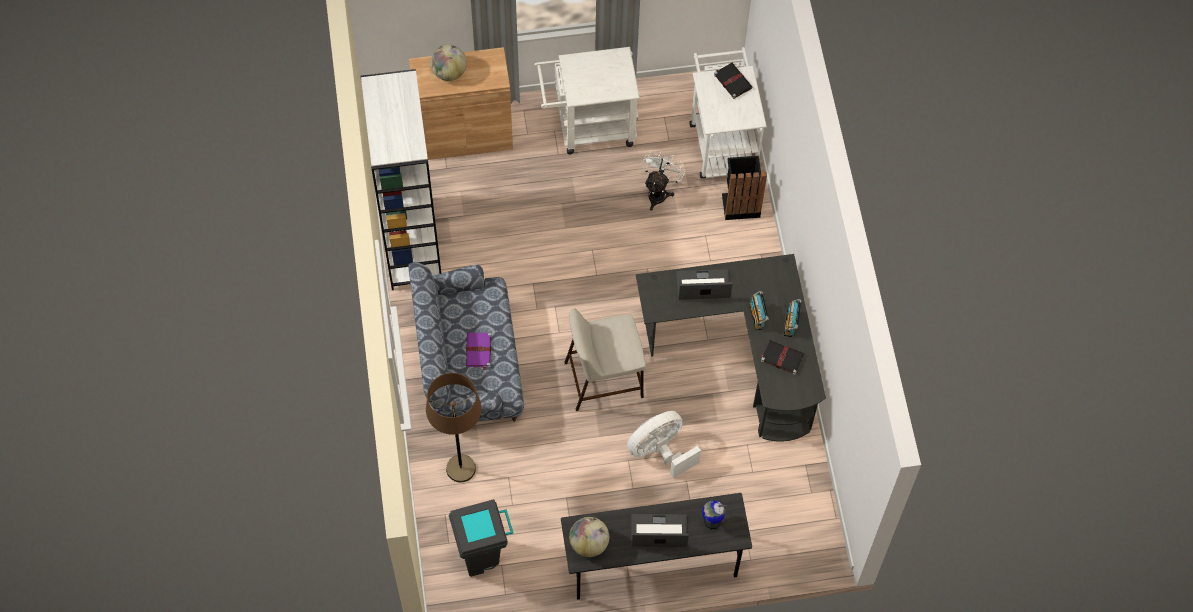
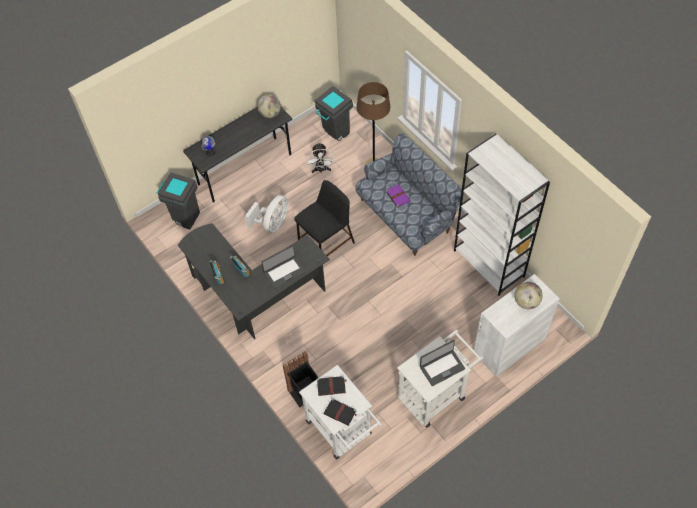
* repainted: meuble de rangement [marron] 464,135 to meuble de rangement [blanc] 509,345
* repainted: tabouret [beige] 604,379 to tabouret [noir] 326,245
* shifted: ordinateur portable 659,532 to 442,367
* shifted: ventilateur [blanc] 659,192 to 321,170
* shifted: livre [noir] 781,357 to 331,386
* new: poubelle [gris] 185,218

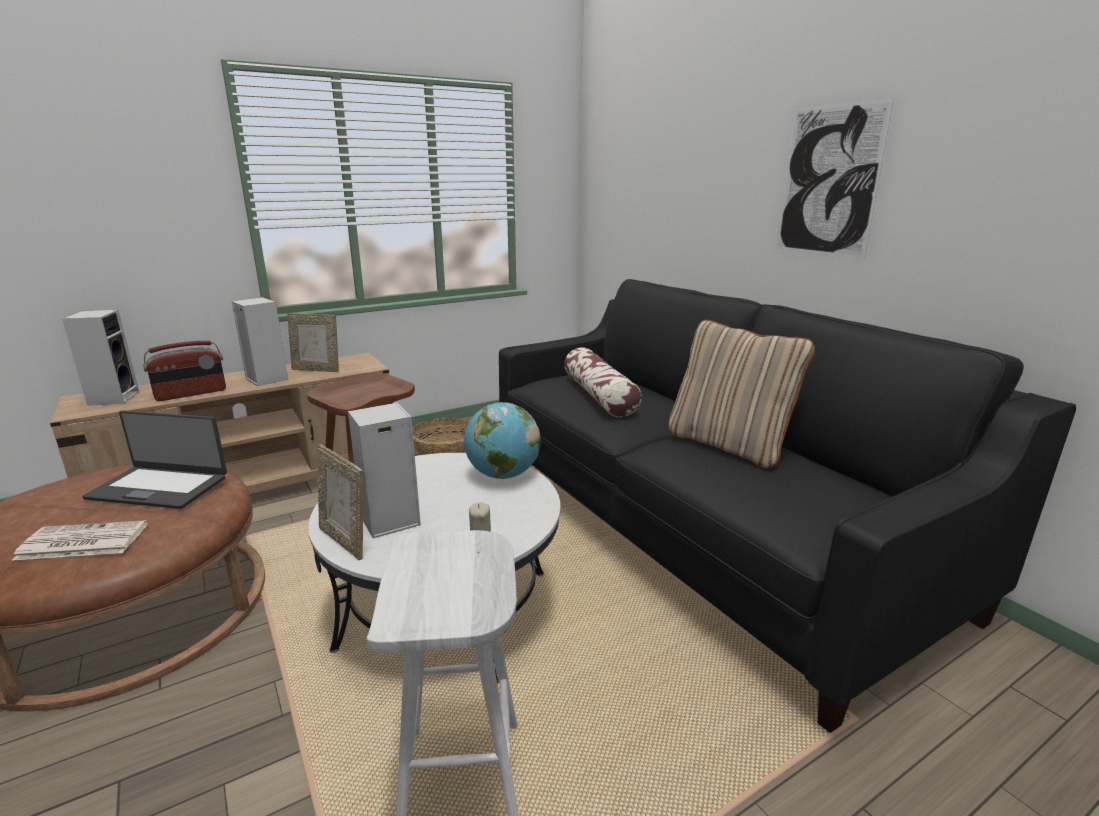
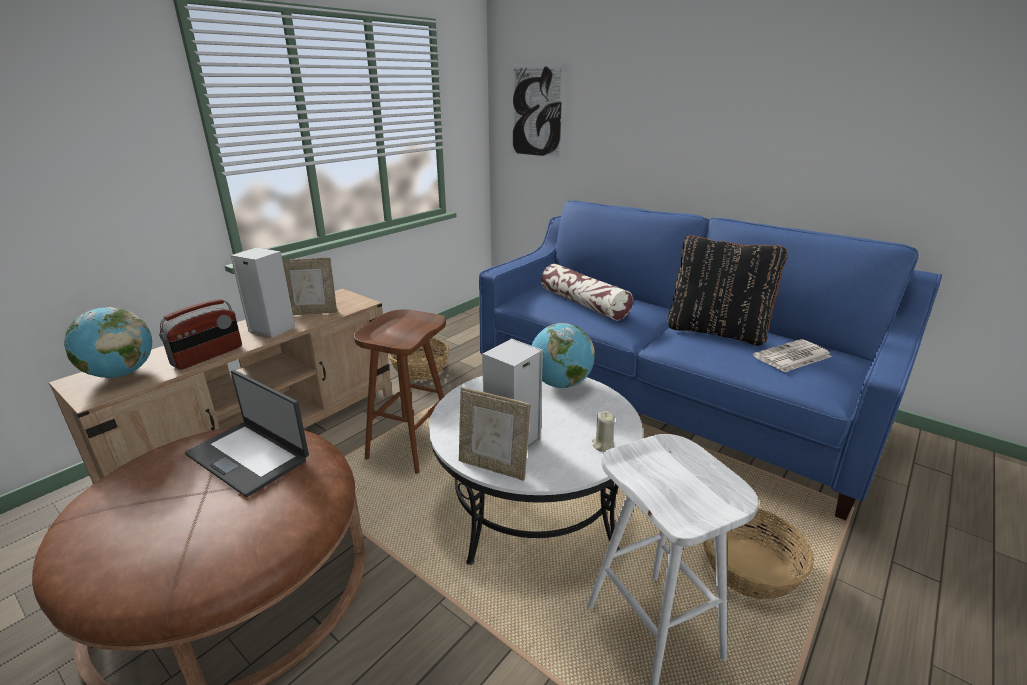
* shifted: journal 81,542 to 792,357
* swapped: enceinte 113,398 to globe 121,374
* rotated: ordinateur portable 159,487 = 249,456 45 degrees clockwise
* repainted: canapé [noir] 698,530 to canapé [bleu] 667,398
* repainted: coussin [beige] 729,445 to coussin [noir] 716,331
* shifted: tableau 828,181 to 536,112
* new: panier 749,569

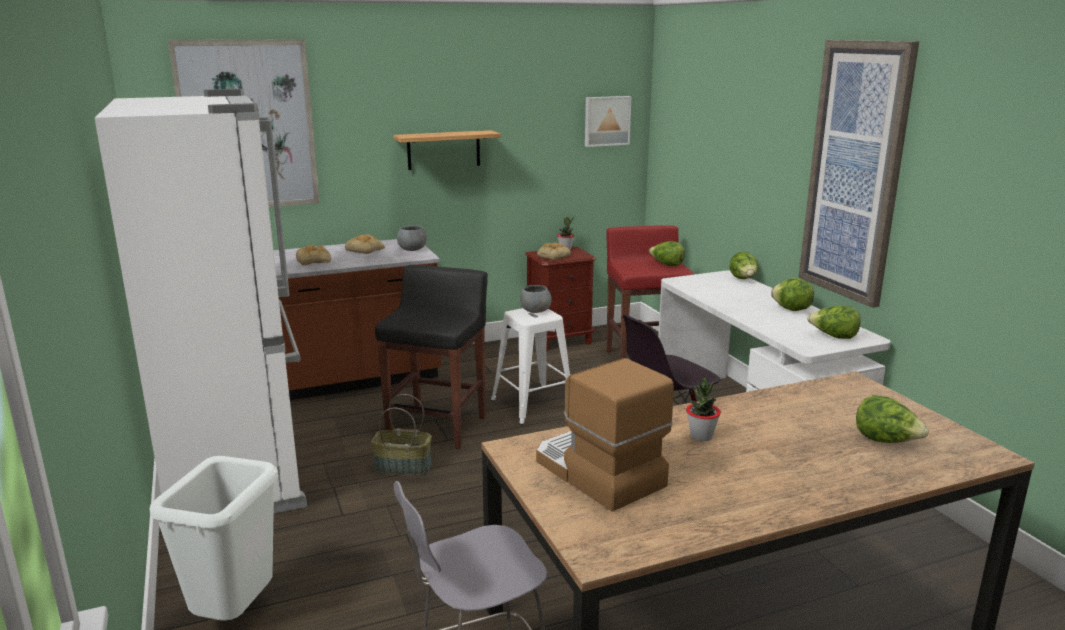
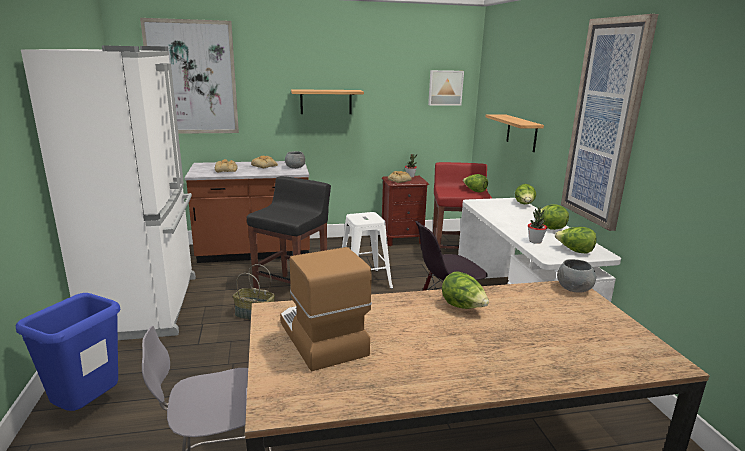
* repainted: poubelle [blanc] 236,617 to poubelle [bleu] 89,408
* shifted: bol [gris] 535,311 to 573,289
* shifted: plante en pot 701,436 to 535,241
* shifted: laitue 886,441 to 463,307
* new: étagère 521,133

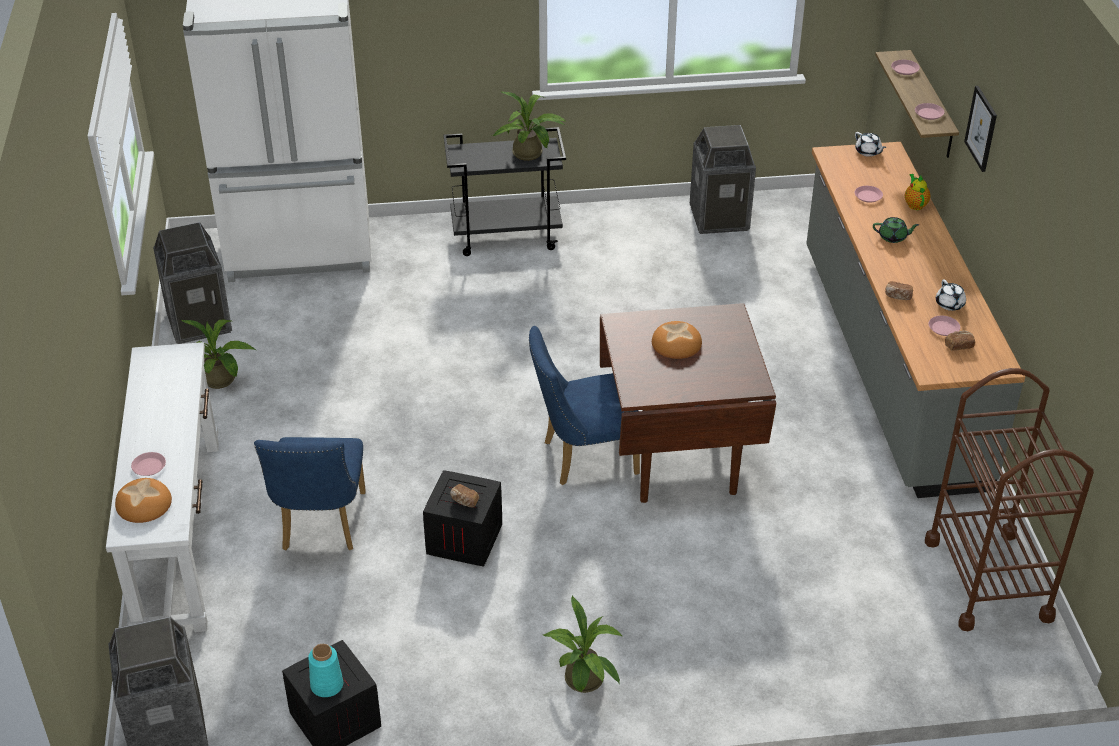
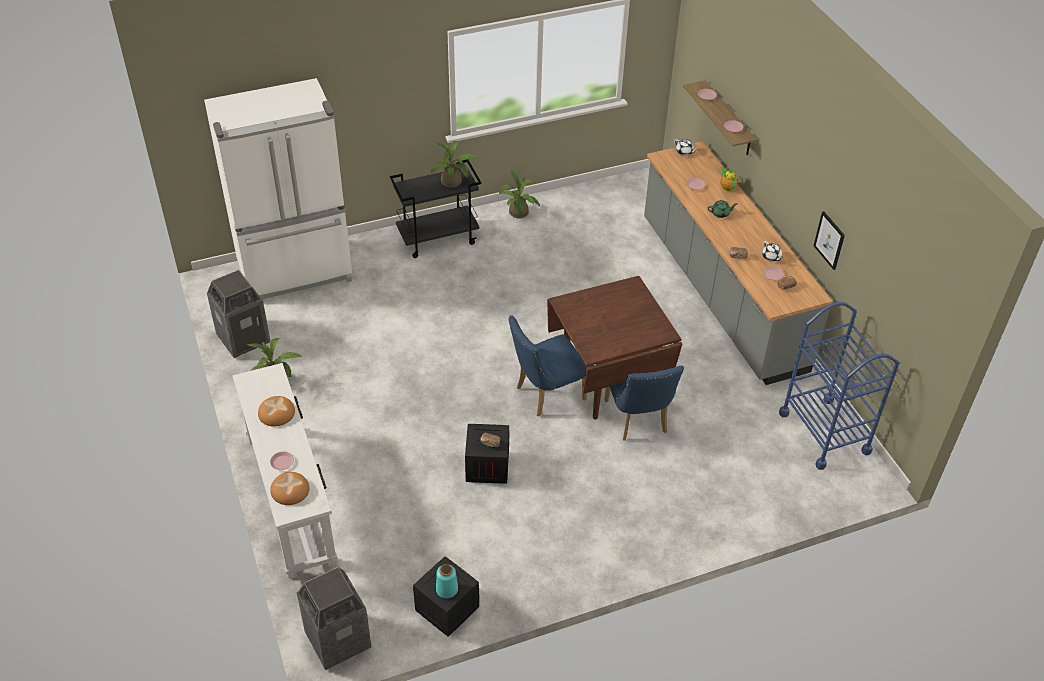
* shifted: chaise [bleu] 320,526 to 637,421
* shifted: plante en pot 584,683 to 519,214
* shifted: pain 676,344 to 276,413
* gone: poubelle 719,218
* repainted: chariot [marron] 987,579 to chariot [bleu] 824,432
* shifted: tableau 981,128 to 829,240

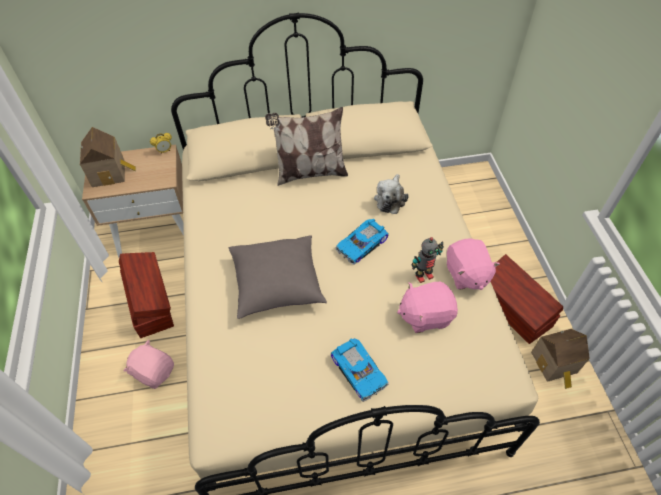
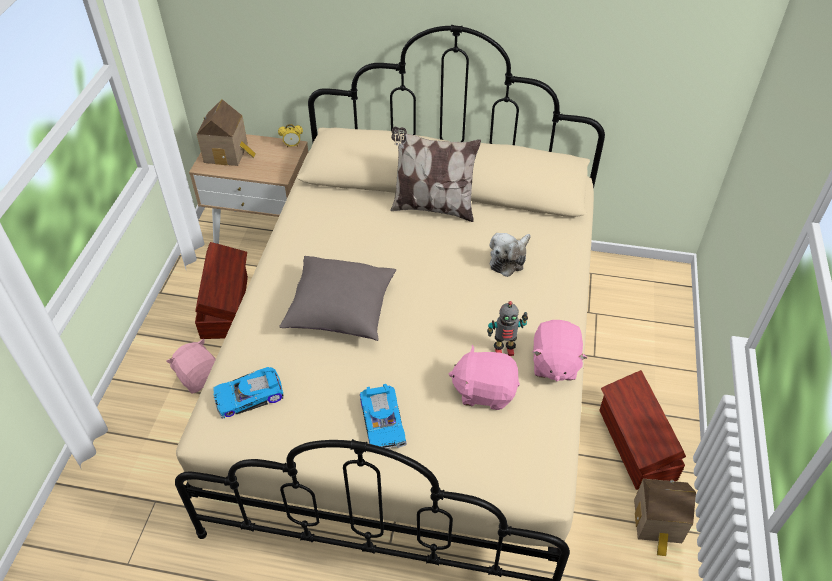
* shifted: petite voiture 362,245 to 249,397

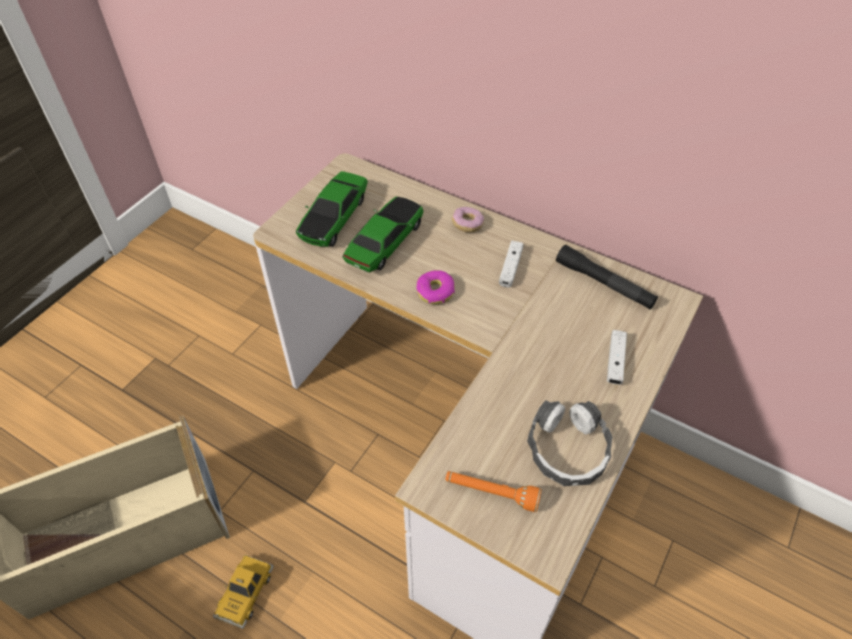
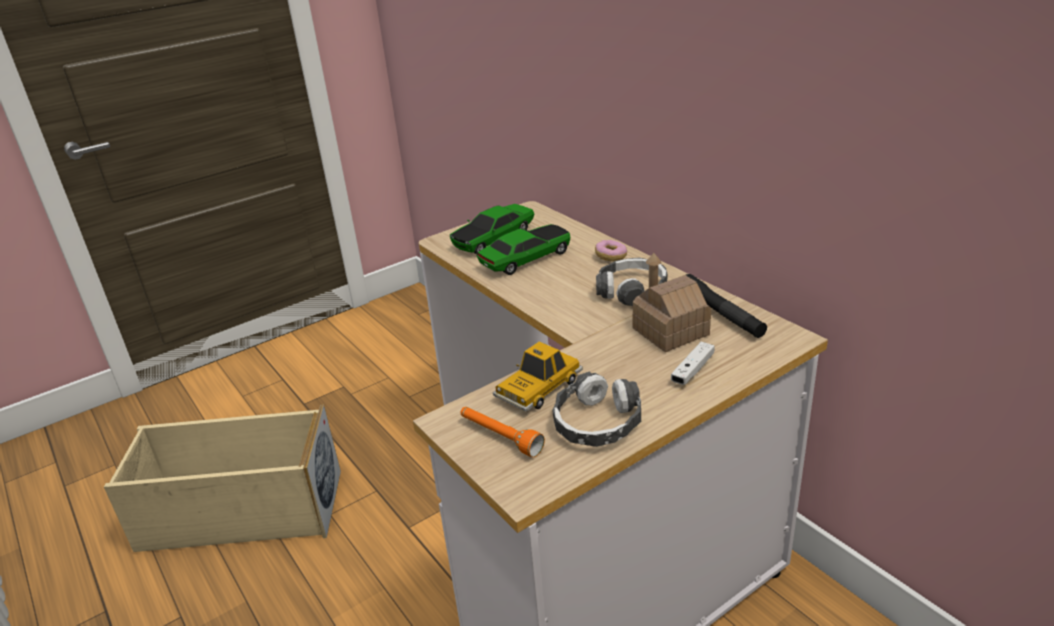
* shifted: petite voiture 245,593 to 539,388
* gone: beignet 435,292
* swapped: manette [blanc] 510,268 to casque audio 632,290
* new: maison miniature 670,331

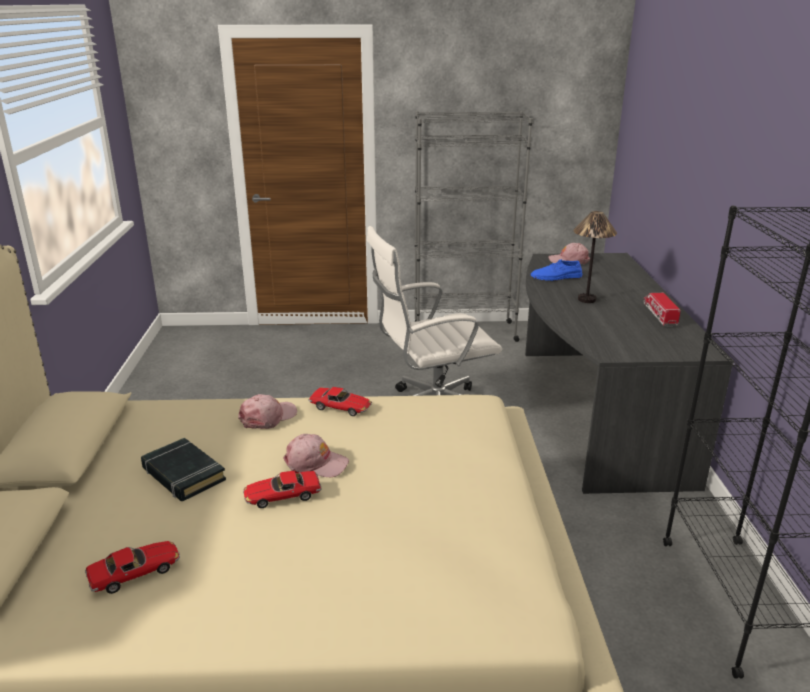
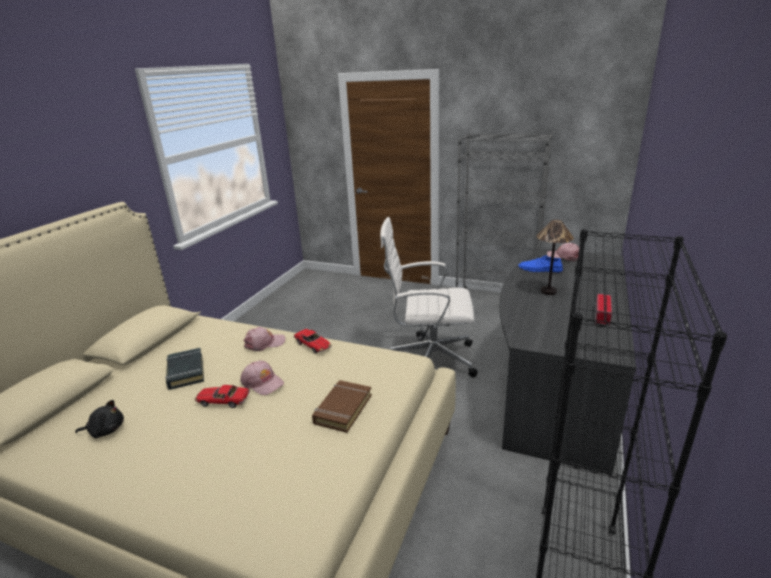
* swapped: petite voiture 135,573 to peluche [noir] 106,430
* new: livre [marron] 342,409

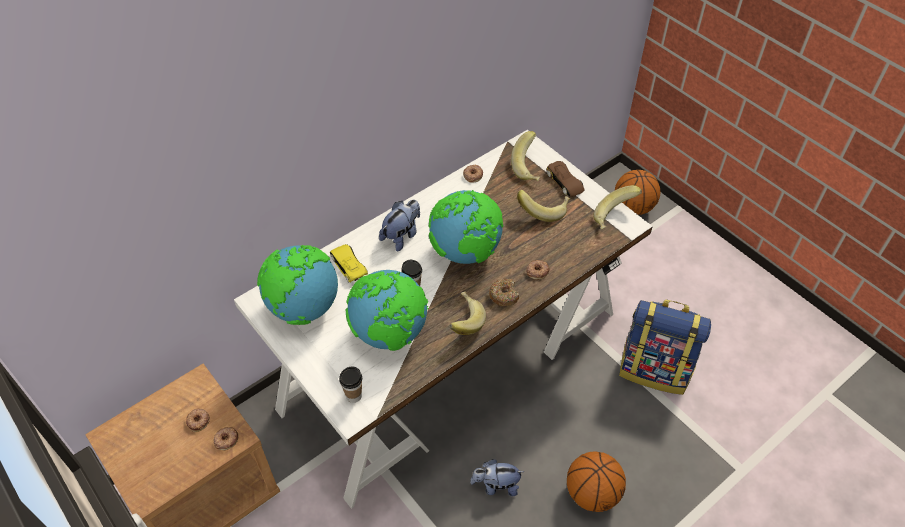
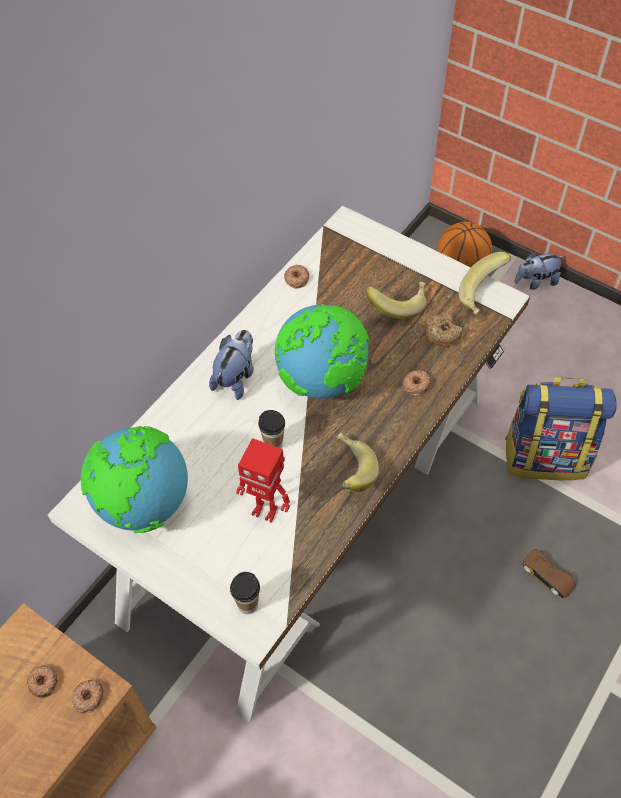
* gone: petite voiture [jaune] 348,265
* swapped: globe 390,333 to robot jouet 265,510
* shifted: peluche 496,486 to 535,282
* shifted: beignet 504,295 to 443,334
* gone: banane 529,167
* shifted: petite voiture [marron] 564,182 to 548,575
* gone: ballon de basket 592,494

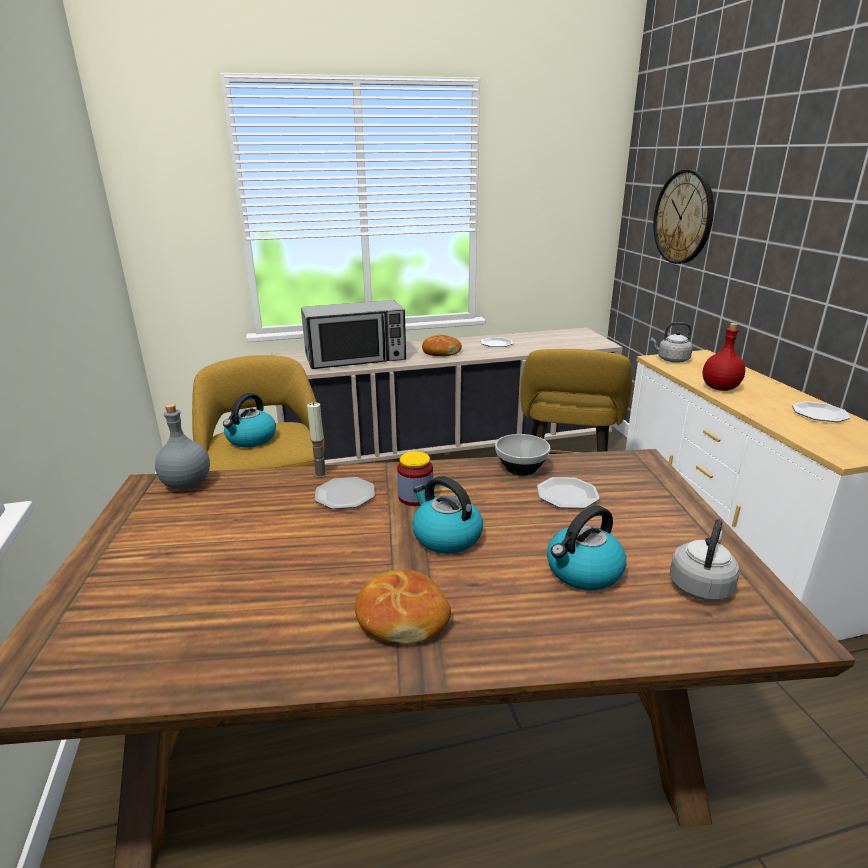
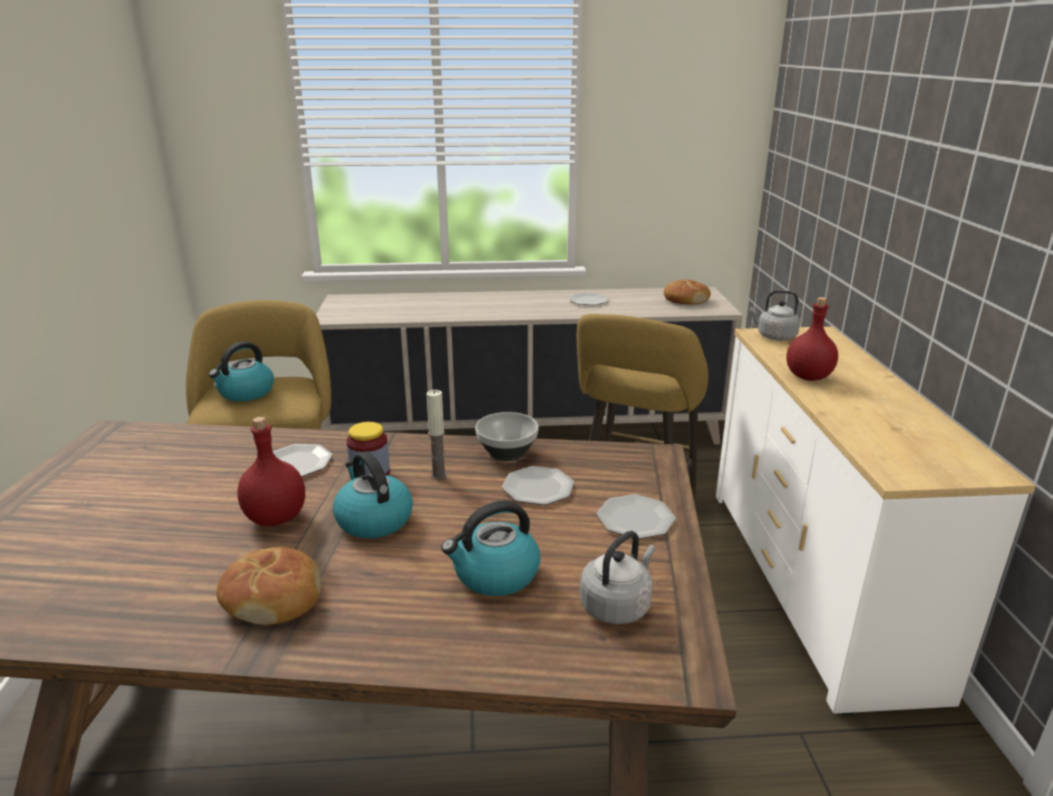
* gone: bouteille [gris] 186,484
* gone: micro-ondes 356,359
* shifted: bougie 320,474 to 439,475
* shifted: pain 441,352 to 685,300
* gone: horloge murale 683,217
* shifted: assiette 820,414 to 636,519
* new: bouteille [rouge] 274,518

